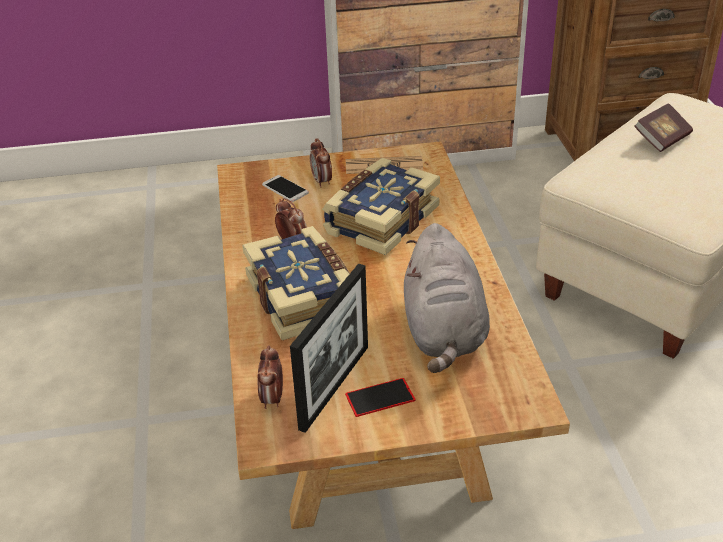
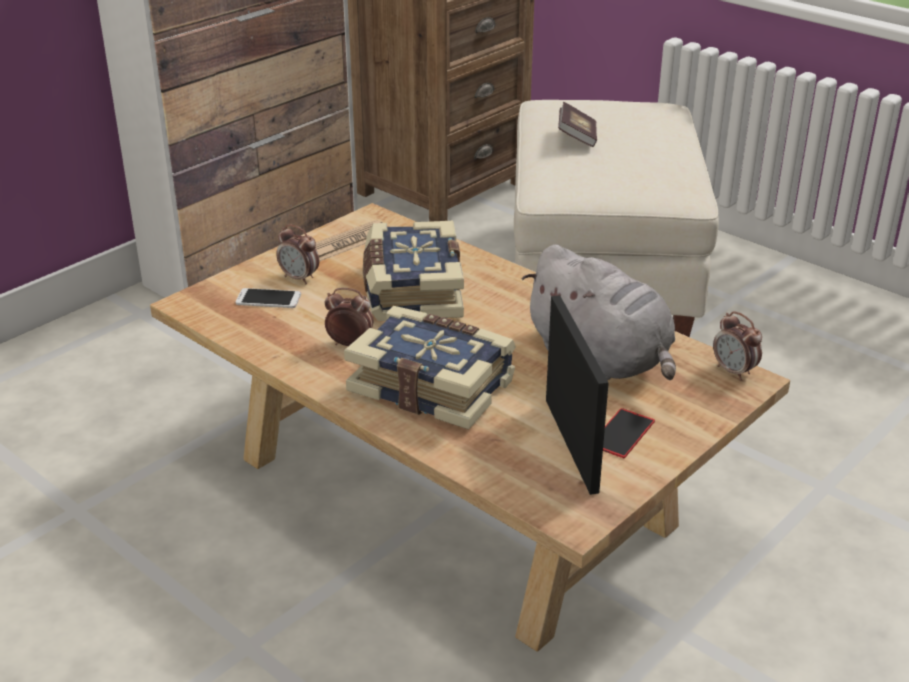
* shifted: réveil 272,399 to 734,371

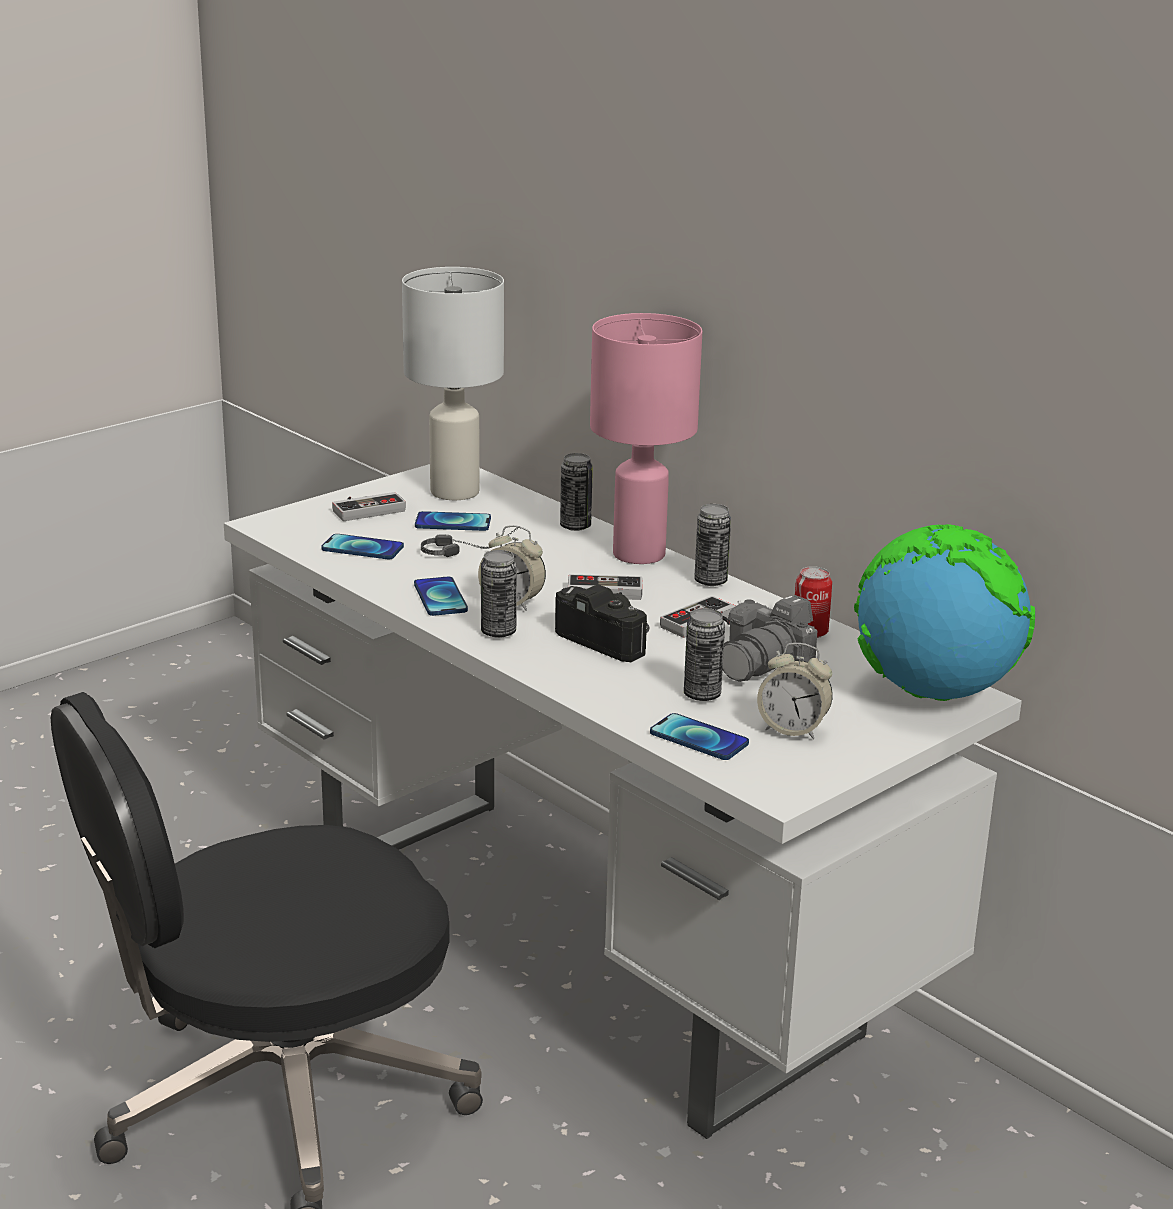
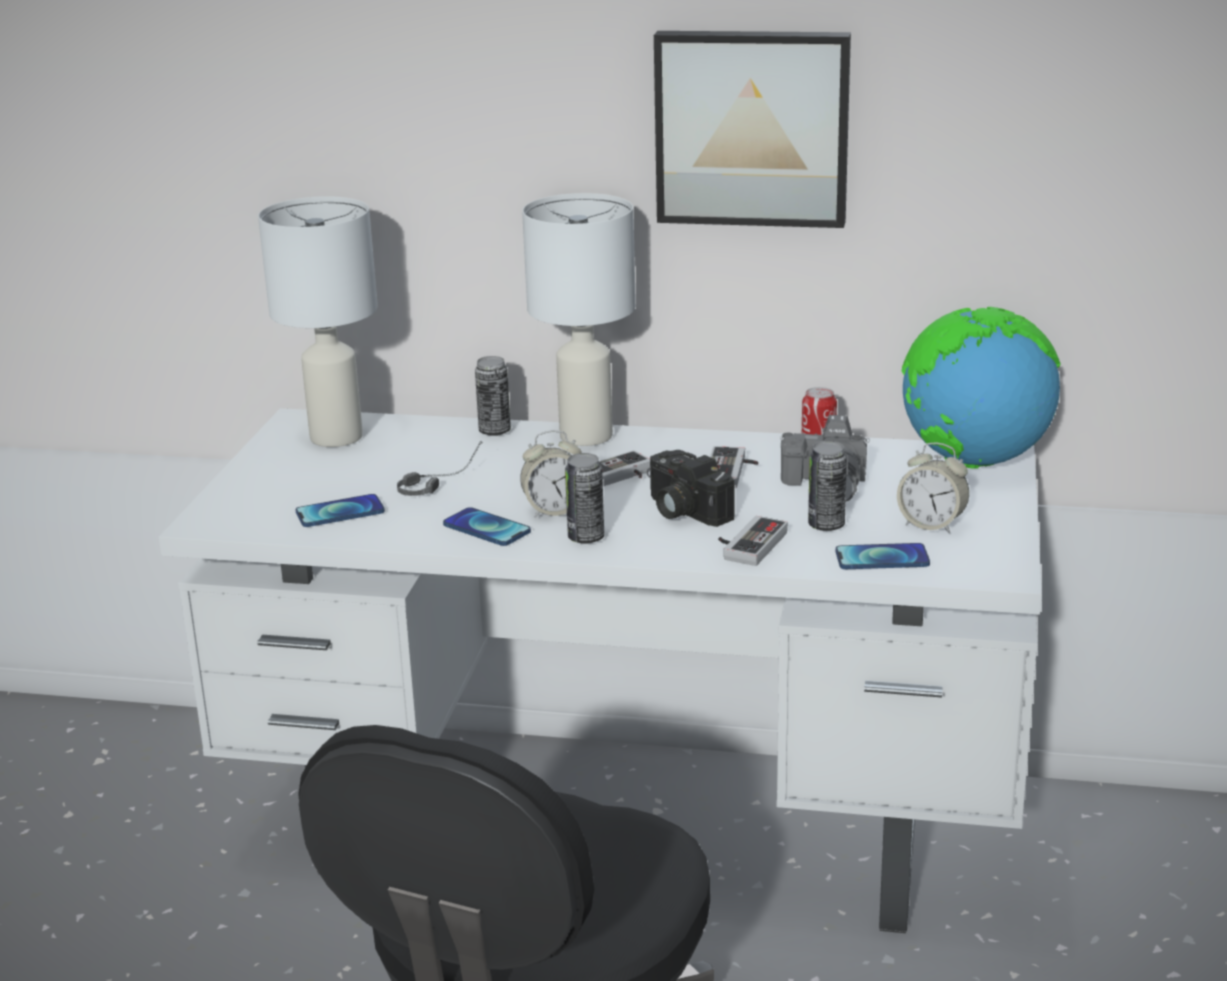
* shifted: manette 366,509 to 748,544
* gone: téléphone 453,523
* rotated: appareil photo 608,639 = 682,510 135 degrees counterclockwise
* repainted: lampe de table [rose] 637,553 to lampe de table [blanc] 584,436
* gone: boîte métallique 710,581
* rotated: réveil 792,729 = 931,525 45 degrees clockwise
* new: tableau 752,127

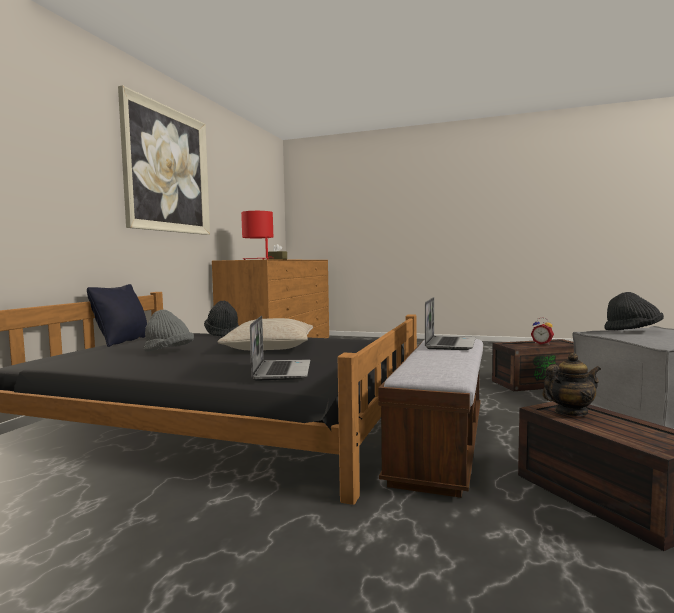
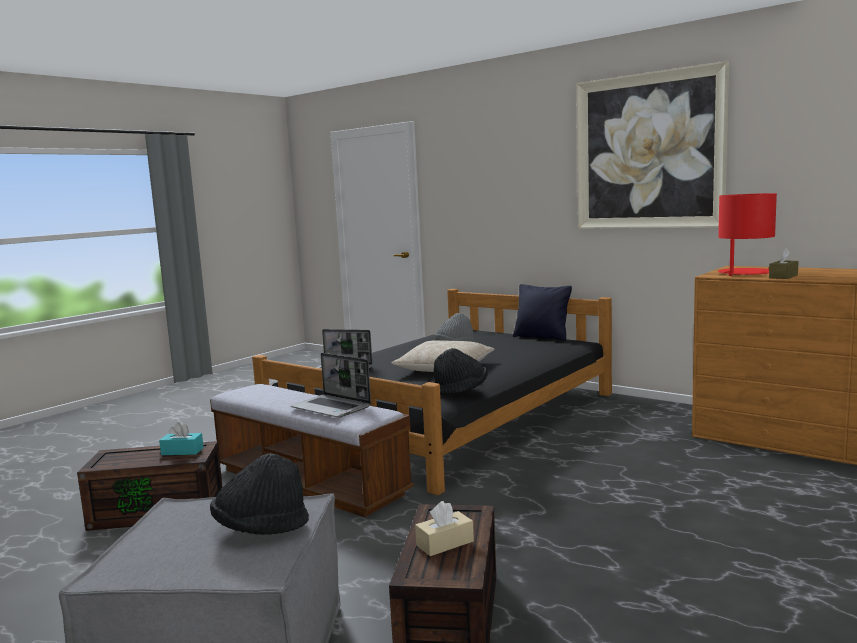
* shifted: chapeau [noir] 223,334 to 460,391
* swapped: réveil 542,343 to boîte à mouchoirs [beige] 445,543
* swapped: théière 570,412 to boîte à mouchoirs [turquoise] 182,451

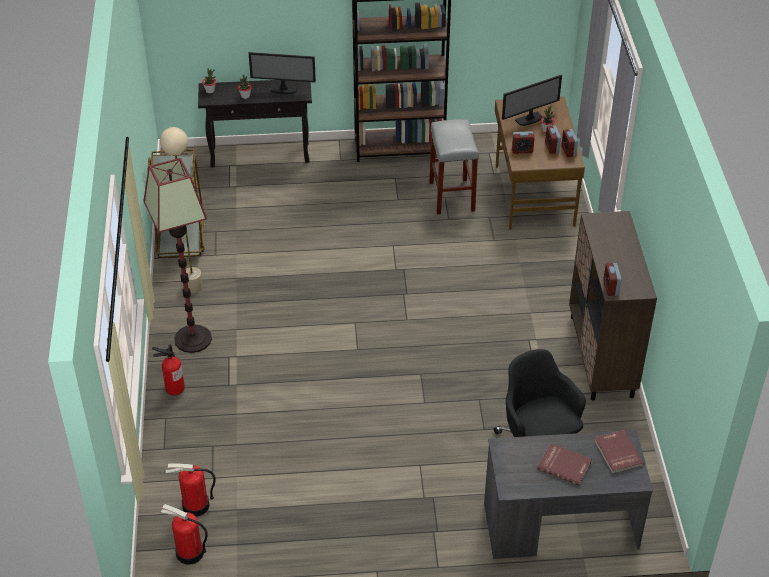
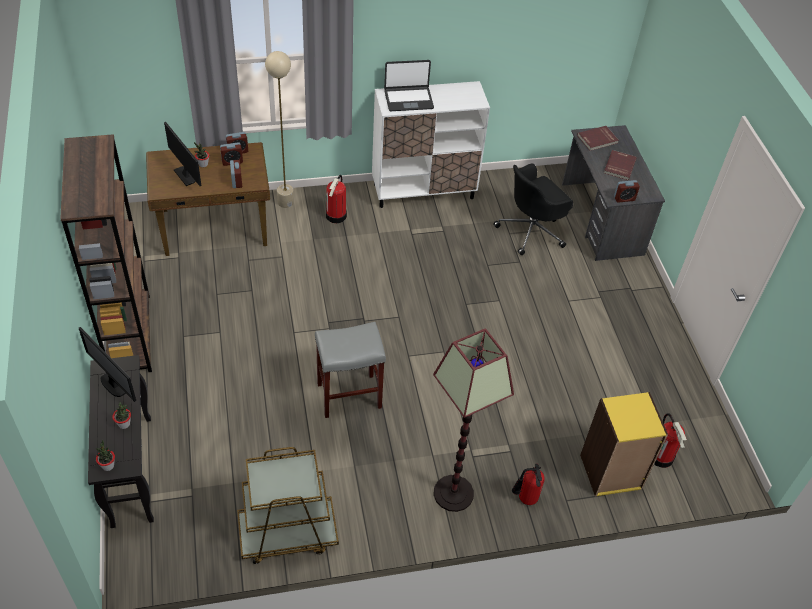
* shifted: lampadaire [beige] 193,287 to 285,202
* shifted: extincteur 189,553 to 336,216
* rotated: écran d'ordinateur 283,89 = 113,385 135 degrees clockwise
* shifted: tabouret [gris] 451,196 to 348,396
* repainted: meuble de rangement [marron] 601,356 to meuble de rangement [blanc] 424,191
* shifted: réveil 610,288 to 624,198
* new: ordinateur portable 408,99
* new: bibliothèque [jaune] 610,472

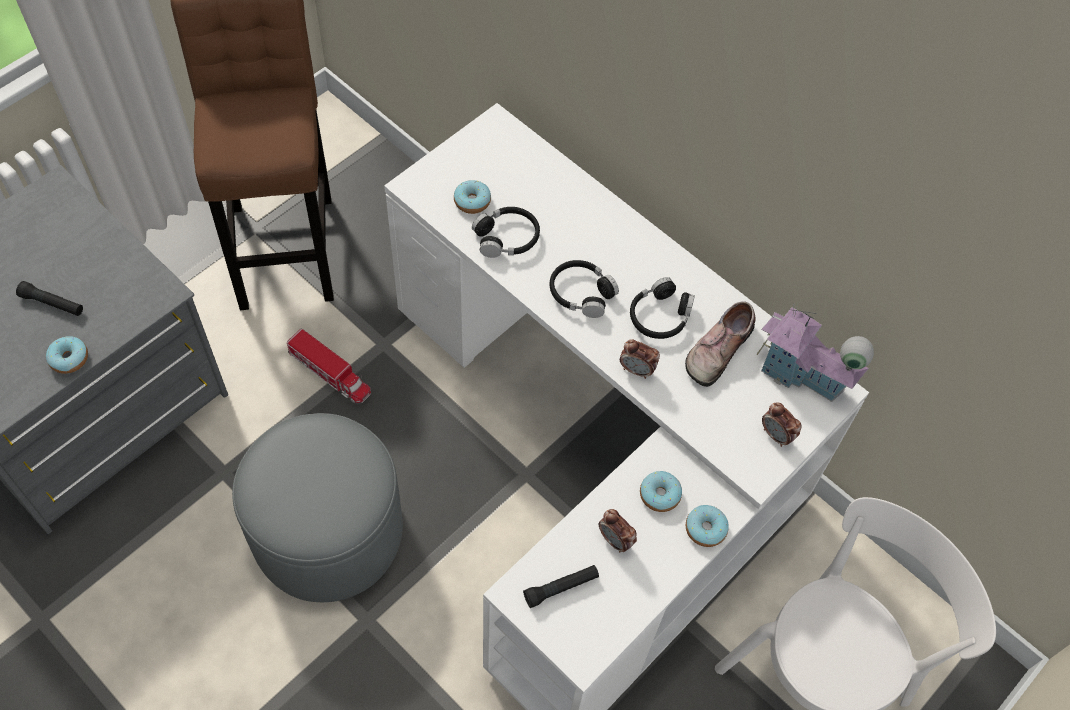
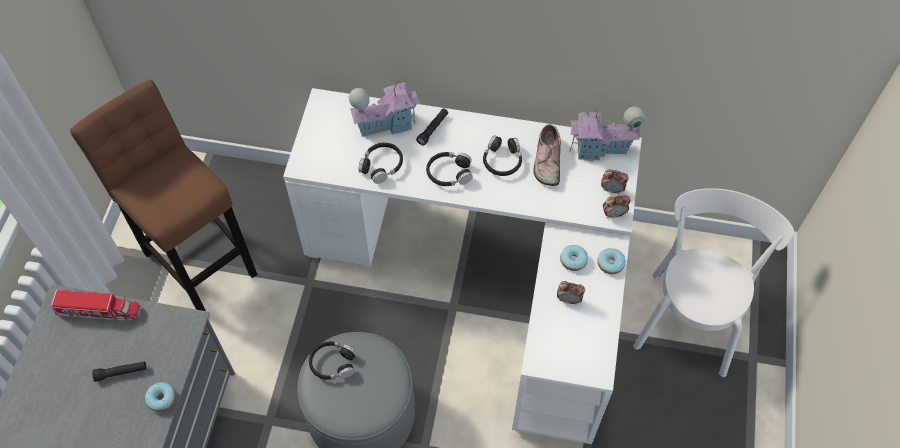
* shifted: camion jouet 330,373 to 99,310
* gone: beignet 472,201
* shifted: lampe de poche [noir] 561,588 to 433,129
* shifted: réveil 637,370 to 614,214
* new: casque audio [noir] 333,363
* new: maison miniature 386,124

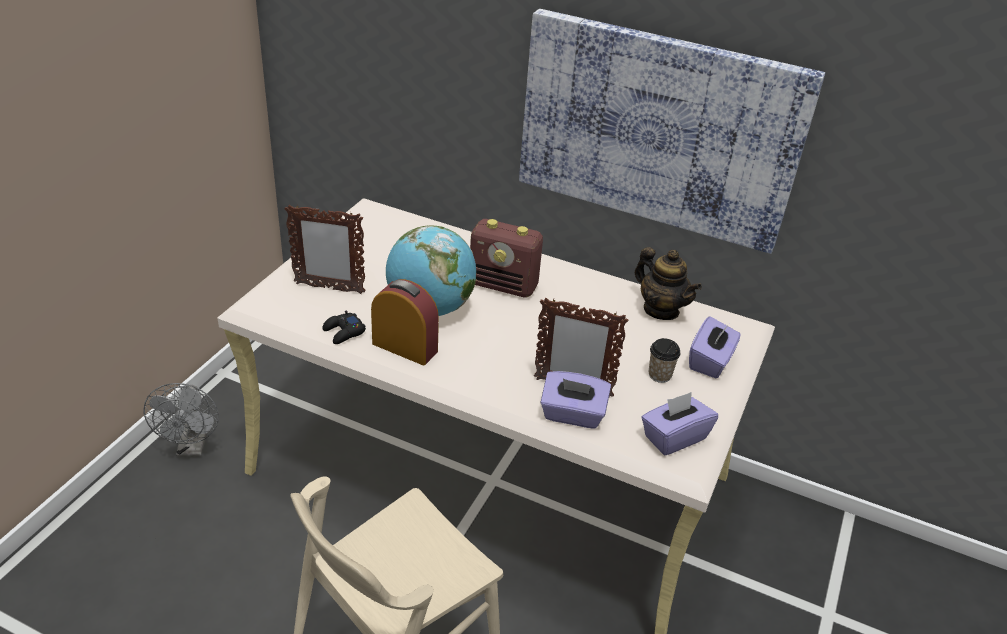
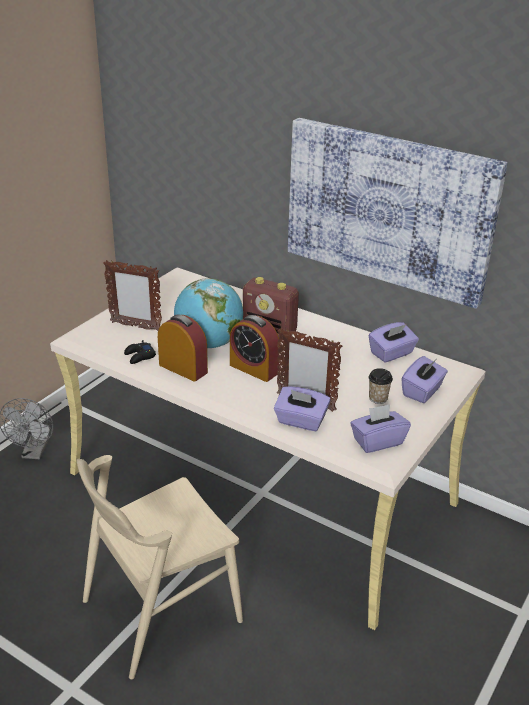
* swapped: théière 661,310 to boîte à mouchoirs [violet] 392,353
* new: réveil 254,369

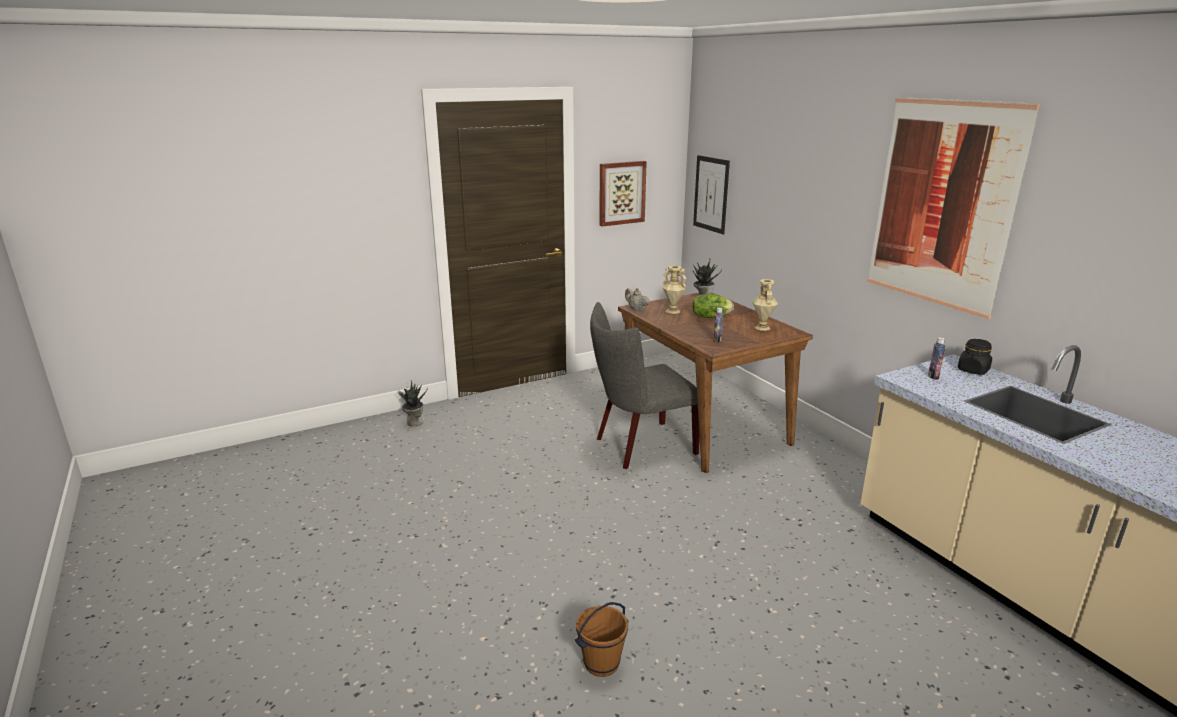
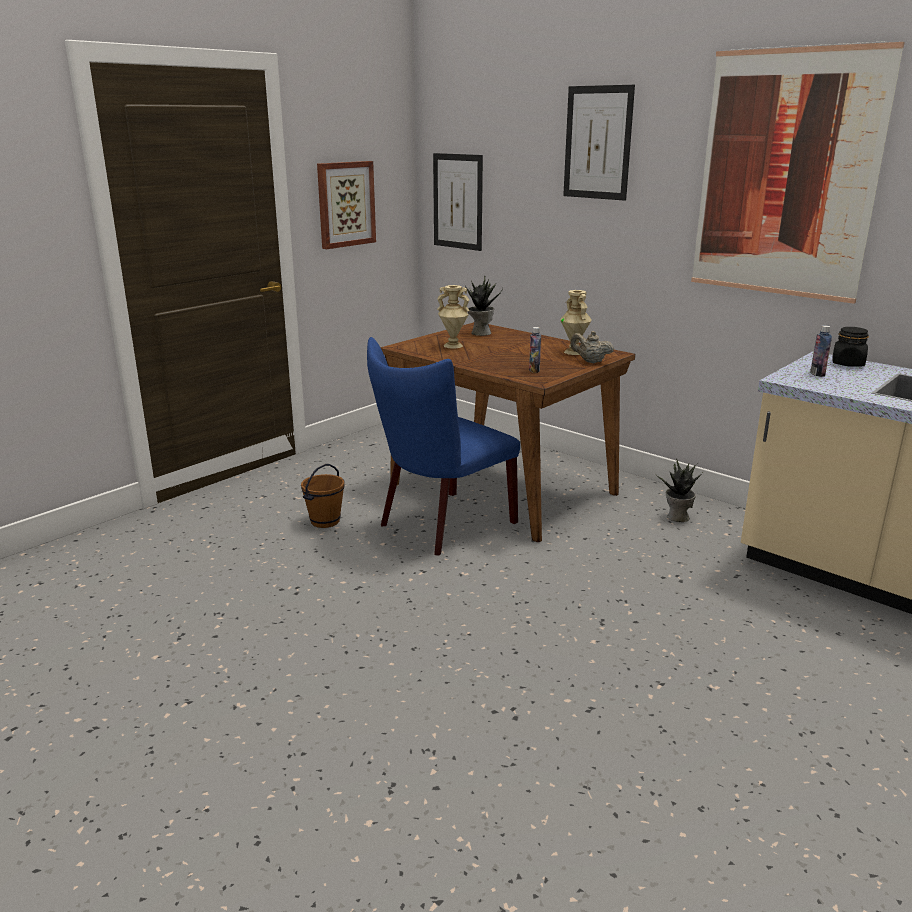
* shifted: plante en pot 414,422 to 677,517
* shifted: seau [marron] 601,663 to 325,521
* repainted: chaise [gris] 639,446 to chaise [bleu] 441,525
* shifted: théière [beige] 636,309 to 590,361
* gone: laitue 710,317
* new: tableau 598,143

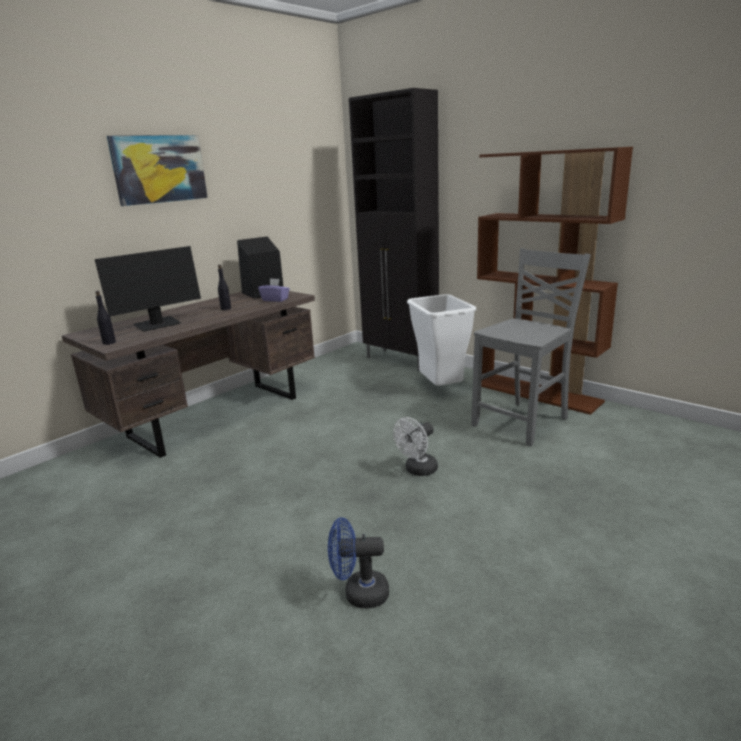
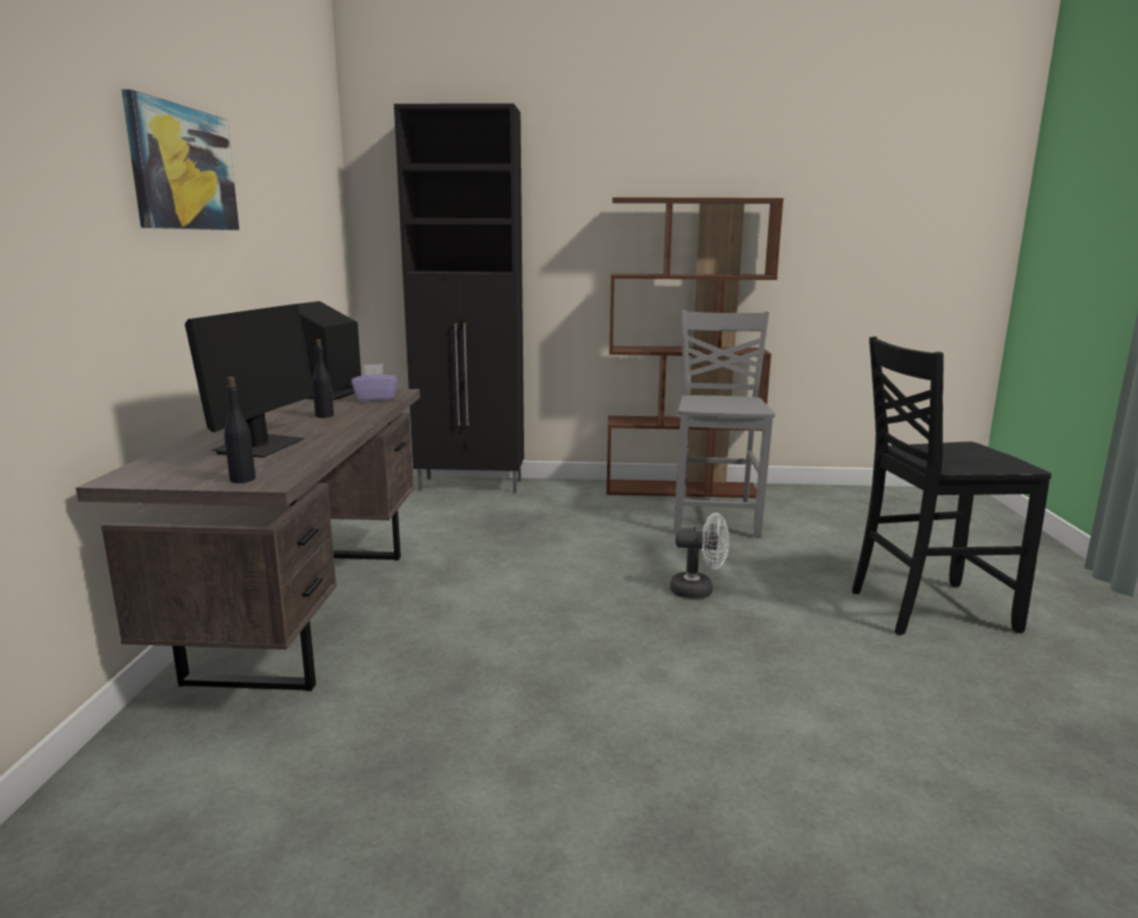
* gone: ventilateur [bleu] 359,593
* rotated: ventilateur [blanc] 417,470 = 699,590 90 degrees counterclockwise
* gone: poubelle [blanc] 439,389
* new: chaise [noir] 927,609

